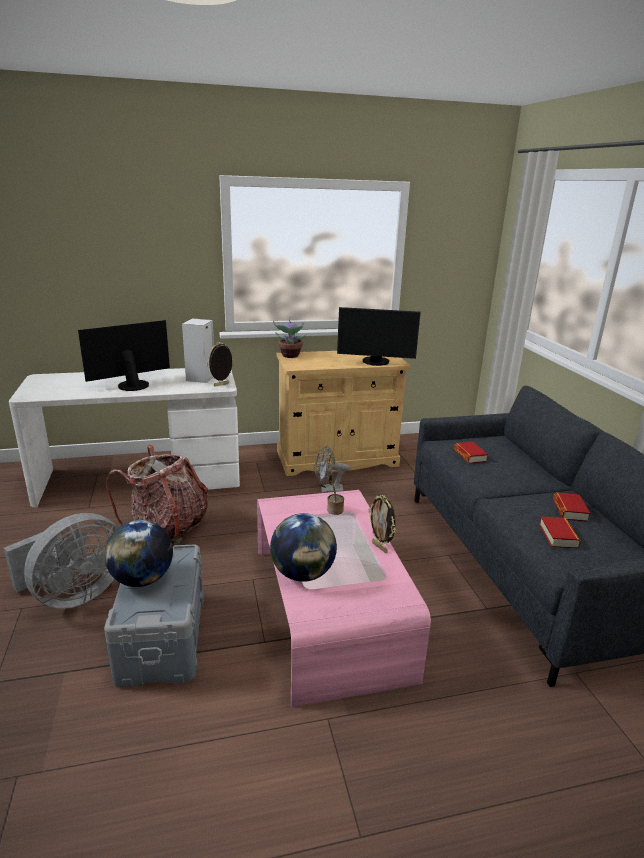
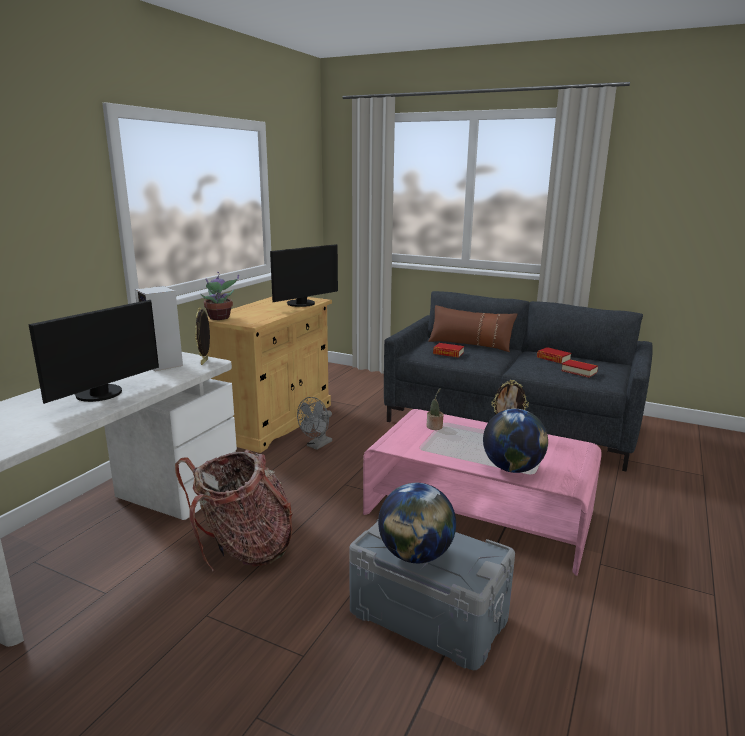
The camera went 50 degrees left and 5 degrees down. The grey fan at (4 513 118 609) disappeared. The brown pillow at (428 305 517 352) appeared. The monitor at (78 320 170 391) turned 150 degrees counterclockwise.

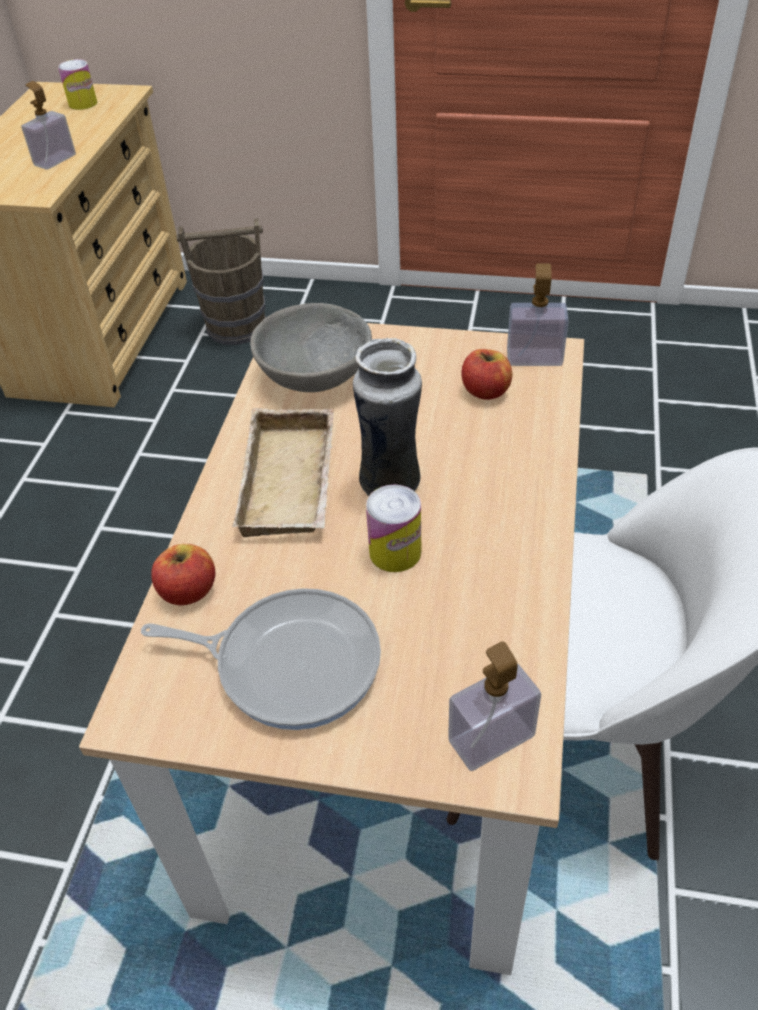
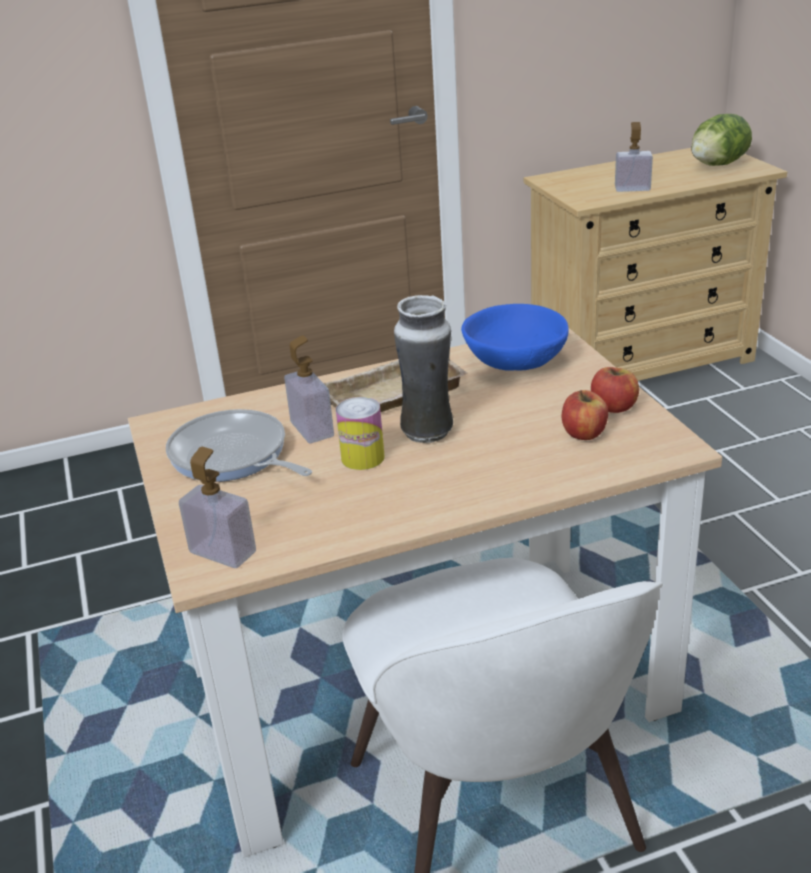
The camera went 60 degrees right and 15 degrees down. The brown bucket at (176 218 266 345) disappeared. The apple moved from (151 544 215 605) to (591 367 639 413). The soap dispenser moved from (507 263 569 366) to (284 335 334 443). The can at (58 59 97 110) was replaced by the lettuce at (691 114 752 166). The grey bowl at (250 303 372 392) became the blue bowl at (461 304 569 371). The frying pan at (141 588 381 730) turned 150 degrees clockwise.

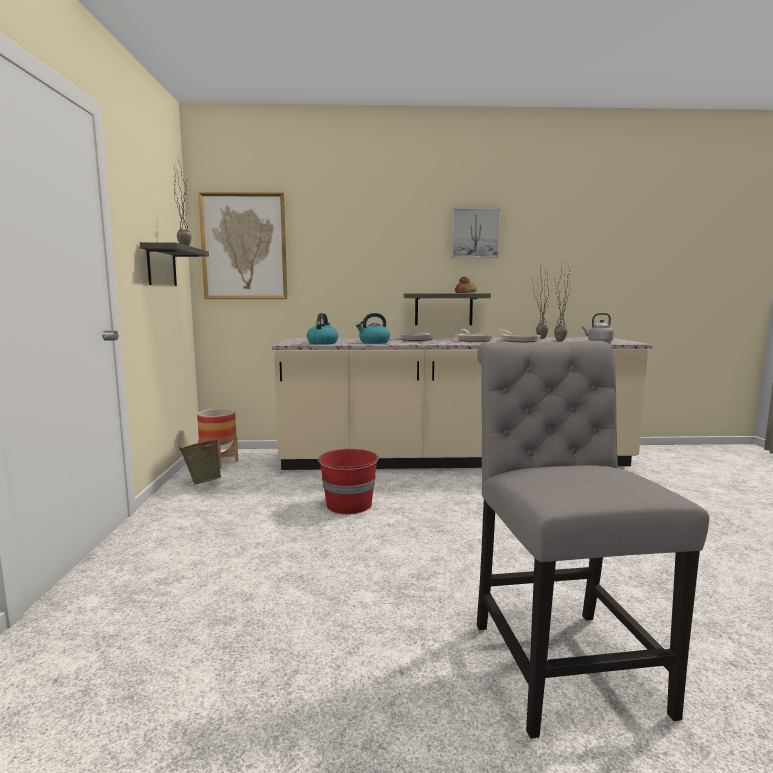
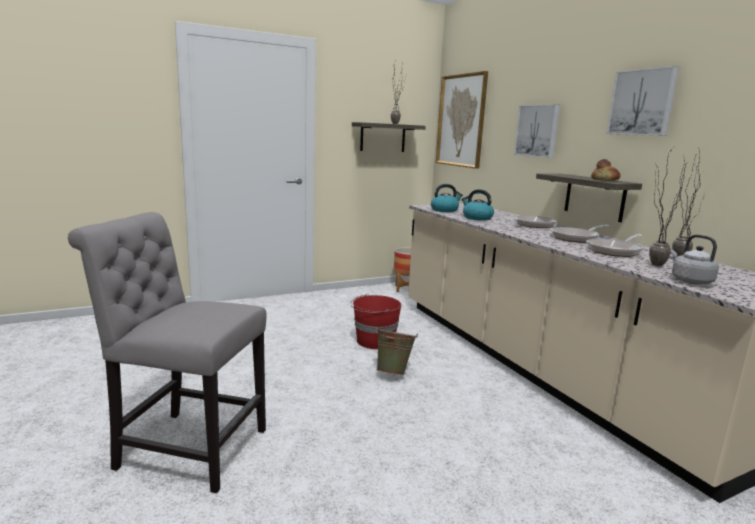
The camera went 65 degrees right and 5 degrees up. The picture at (514 104 560 158) appeared. The green bucket moved from (179 438 221 485) to (376 327 418 375). The grey chair at (477 341 709 738) turned 135 degrees counterclockwise.

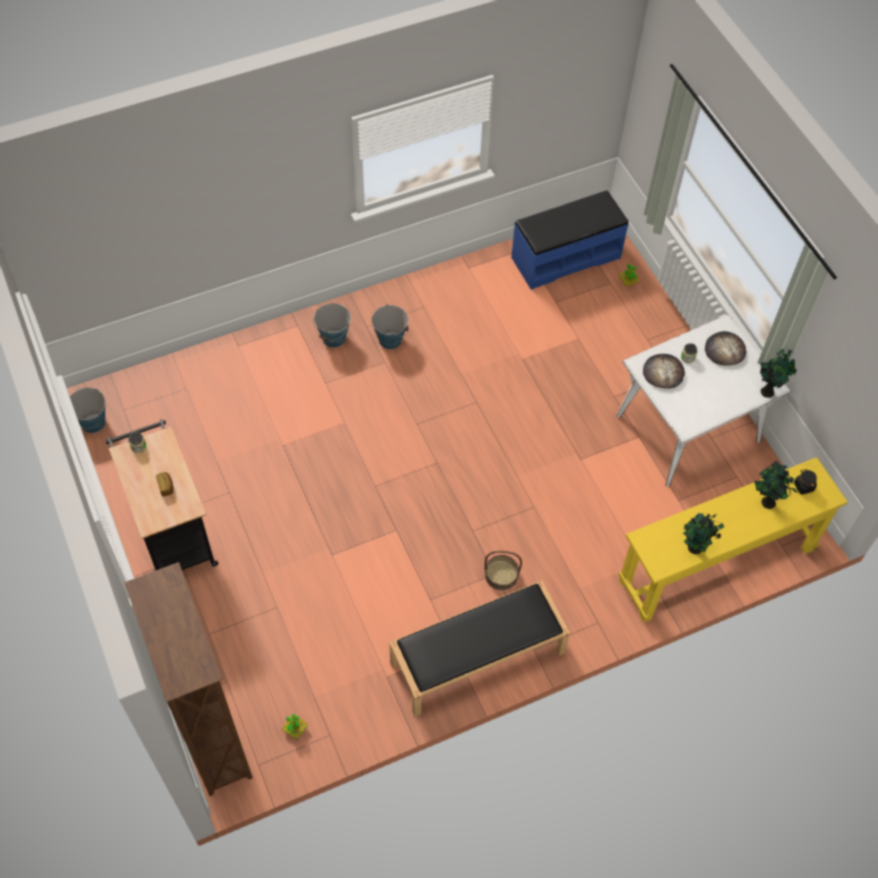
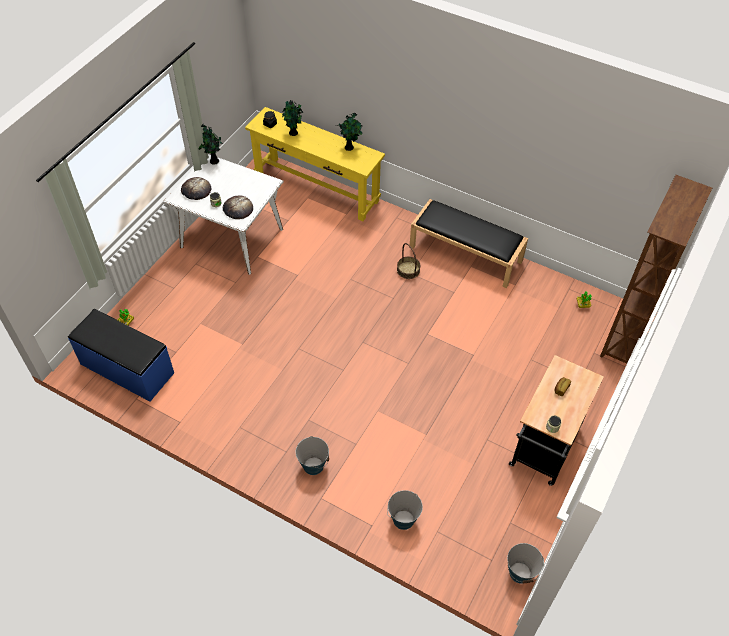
The camera went 125 degrees left and 5 degrees down. The bucket moved from (372 304 409 349) to (387 490 423 530).

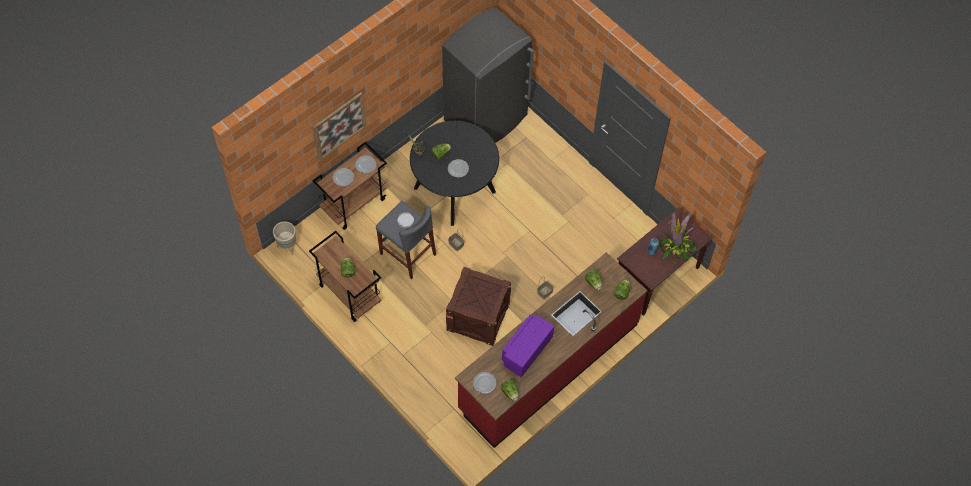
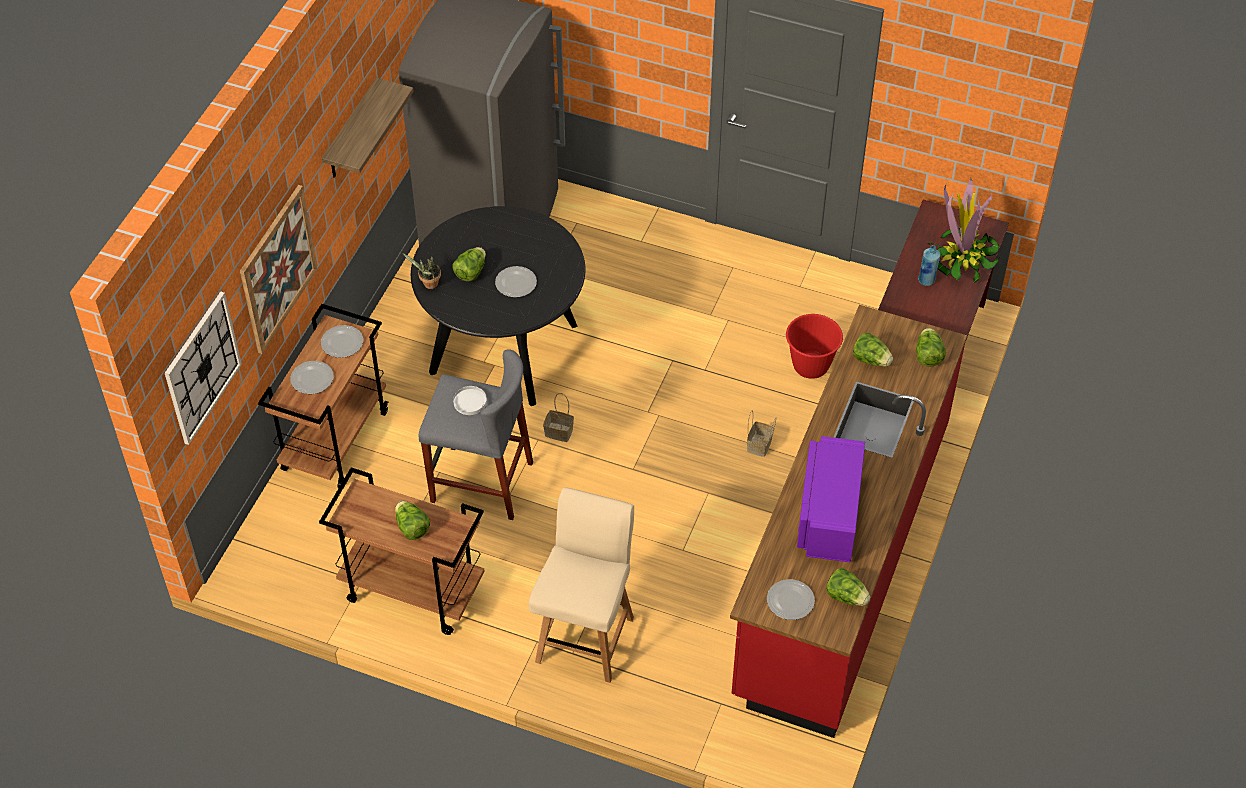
The camera went 25 degrees left and 10 degrees down. The beige planter at (273 221 296 256) disappeared. The crate at (446 267 511 346) disappeared. The wall clock at (165 291 242 445) appeared. The shelf at (322 78 414 178) appeared. The beige chair at (529 487 634 683) appeared. The red bucket at (785 314 844 379) appeared.

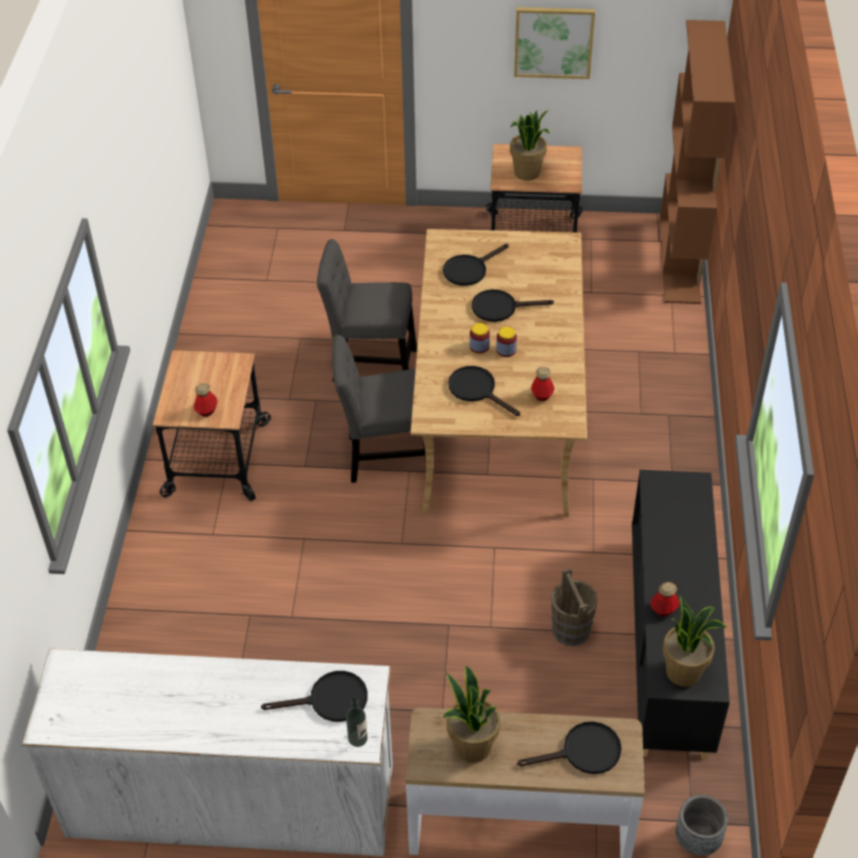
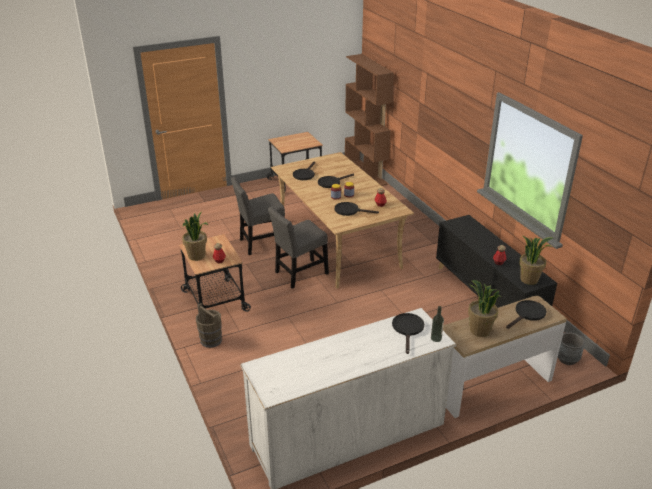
The camera went 30 degrees left and 15 degrees down. The picture at (514 7 595 79) disappeared. The potted plant moved from (510 109 550 181) to (182 212 208 261). The brown bucket moved from (551 568 598 646) to (196 303 222 348). The black frying pan at (261 671 368 722) turned 45 degrees counterclockwise.

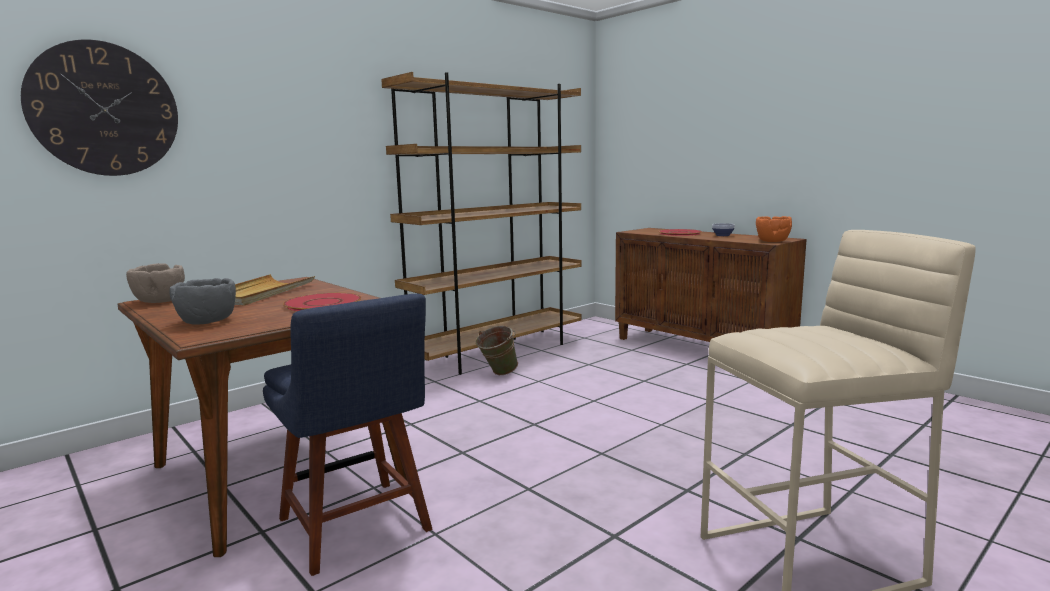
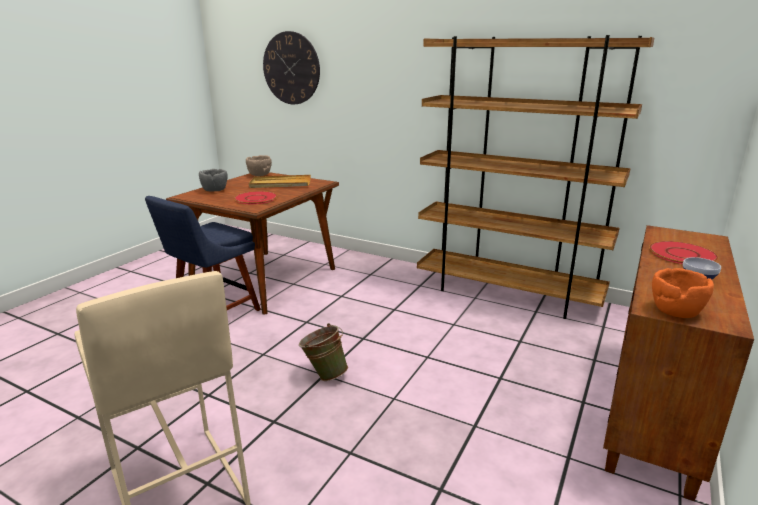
The camera went 70 degrees right and 10 degrees up. The green bucket moved from (476 326 518 375) to (299 323 348 381).

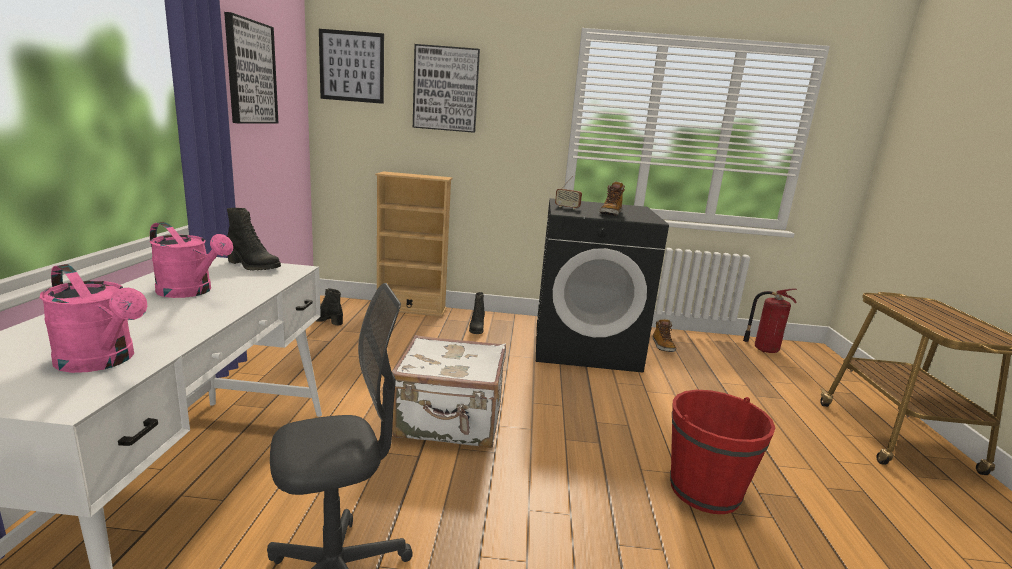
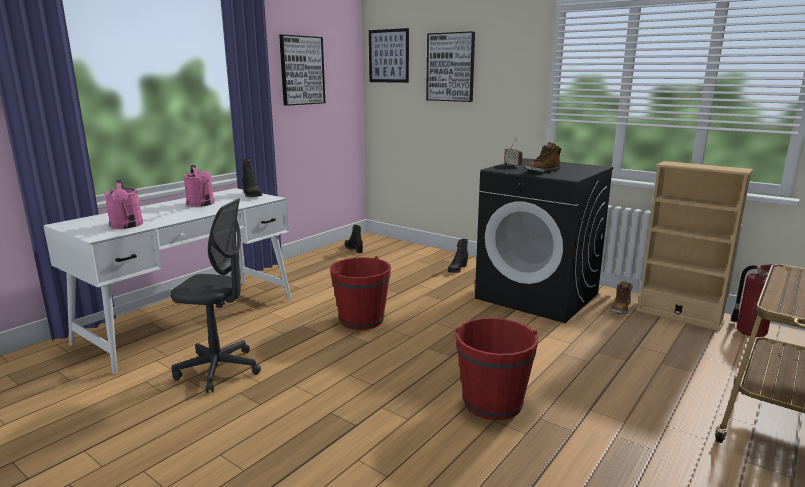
The camera went 35 degrees right and 0 degrees up. The beige bookcase moved from (375 171 452 317) to (636 161 753 331). The white suitcase at (392 335 506 448) was replaced by the red bucket at (330 256 391 330).

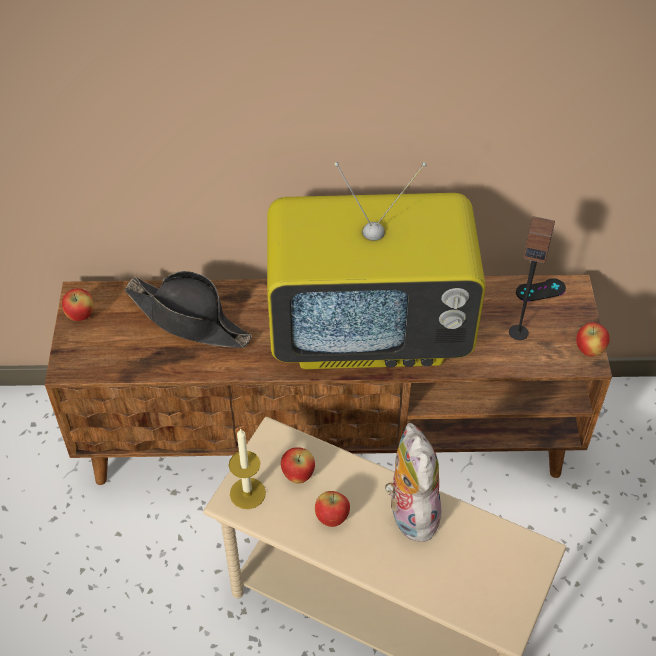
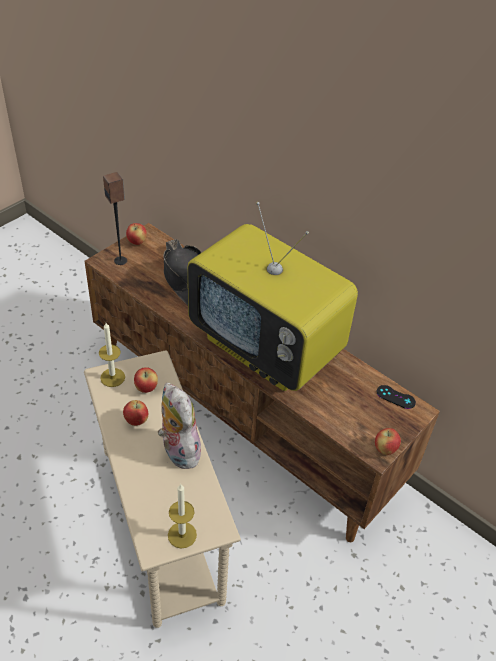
The camera went 40 degrees right and 5 degrees down. The candle at (168 484 197 548) appeared. The speaker moved from (509 216 555 340) to (103 172 127 265). The plush toy at (385 423 441 542) turned 60 degrees counterclockwise.

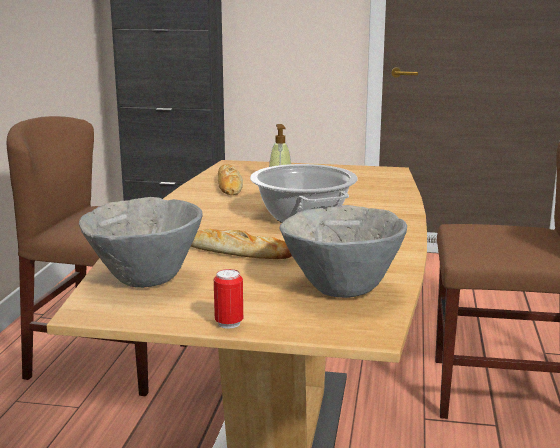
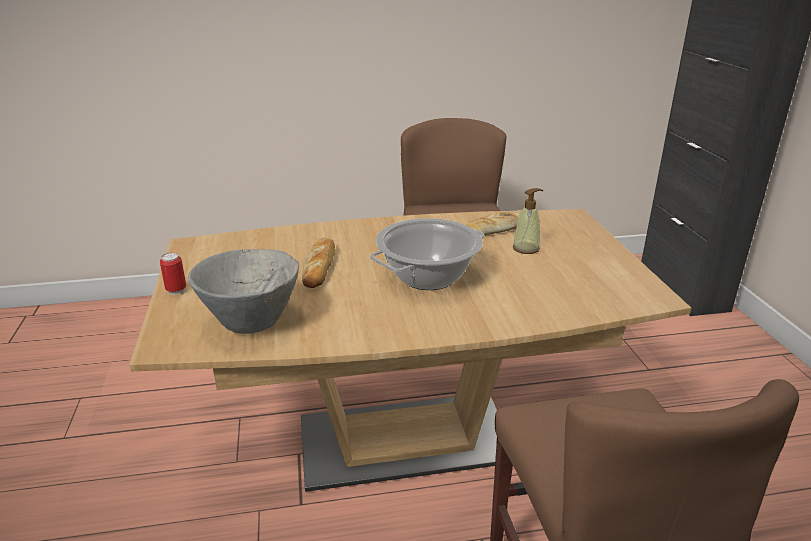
The camera went 70 degrees right and 10 degrees up. The grey bowl at (79 197 203 288) disappeared.

